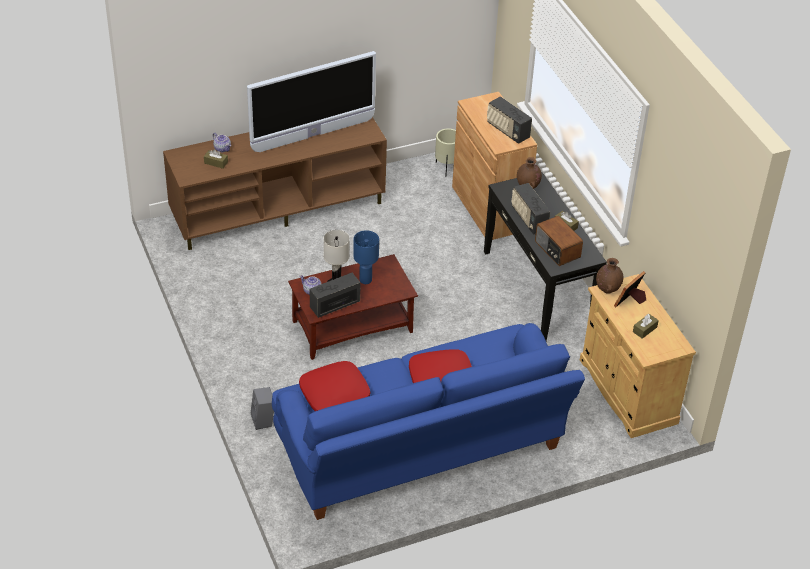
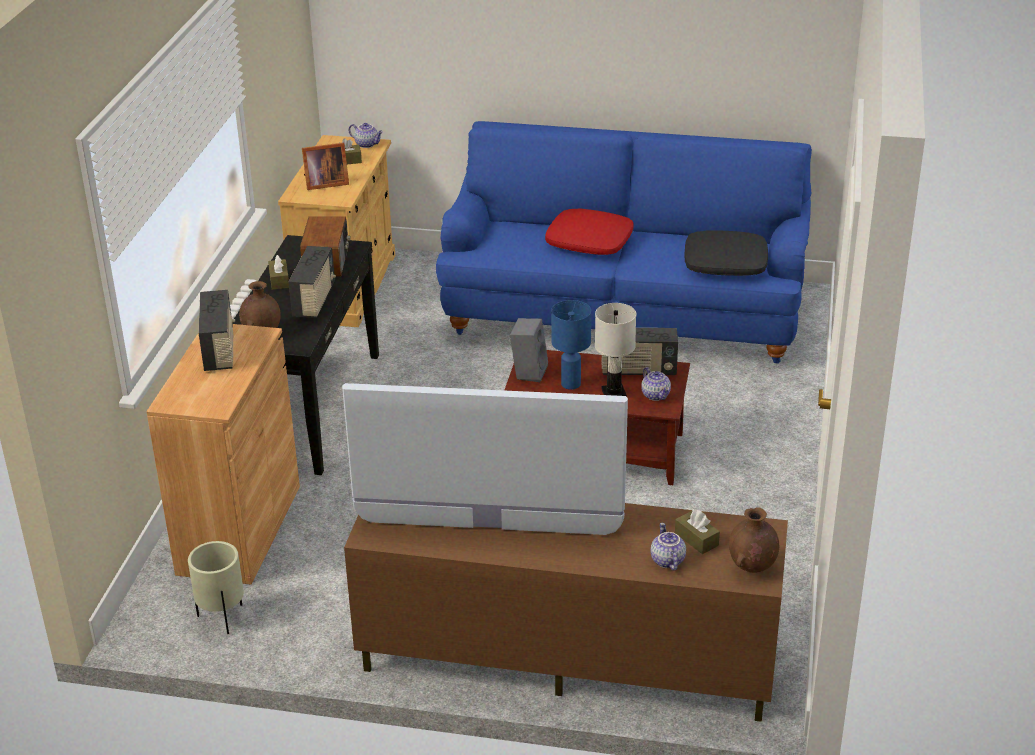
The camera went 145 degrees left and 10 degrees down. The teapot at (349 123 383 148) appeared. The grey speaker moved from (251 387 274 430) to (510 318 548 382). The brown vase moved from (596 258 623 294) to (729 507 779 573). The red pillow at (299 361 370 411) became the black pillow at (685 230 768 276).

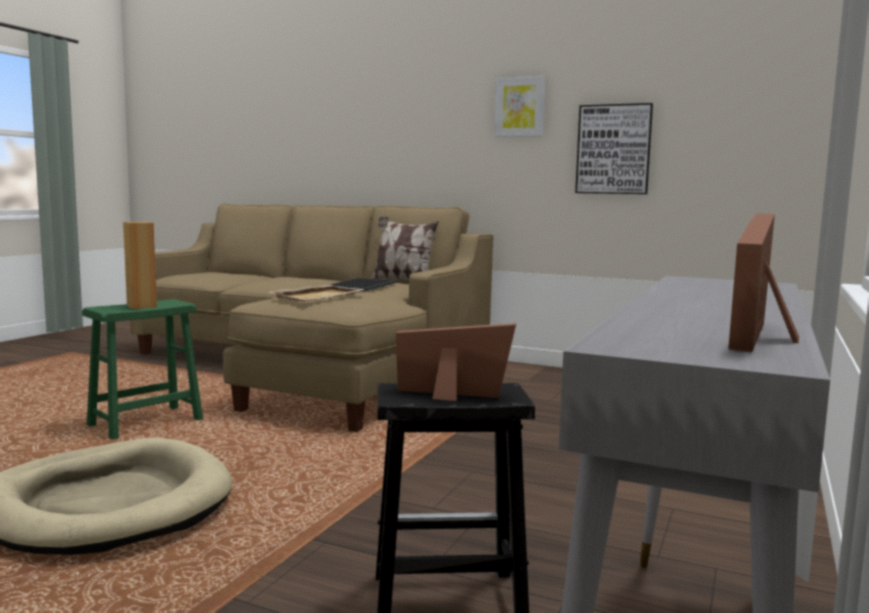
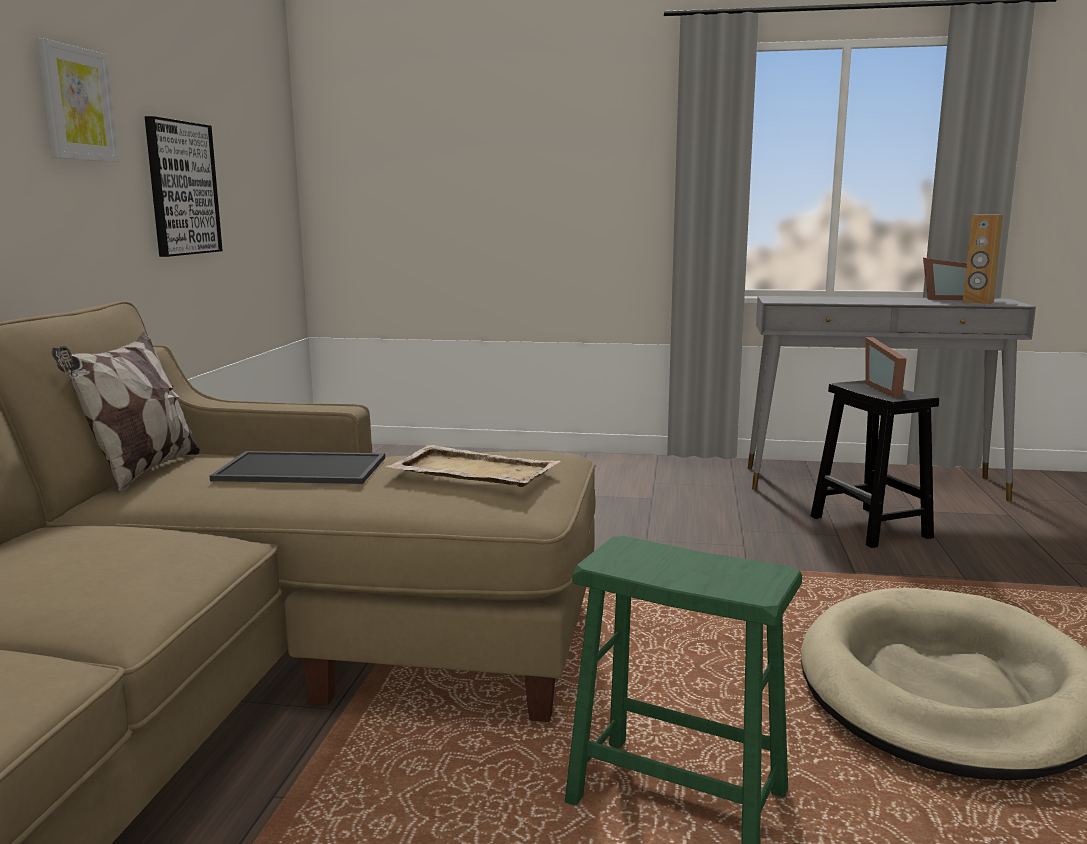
The camera went 105 degrees left and 5 degrees up. The brown speaker moved from (123 222 157 309) to (963 214 1003 304).

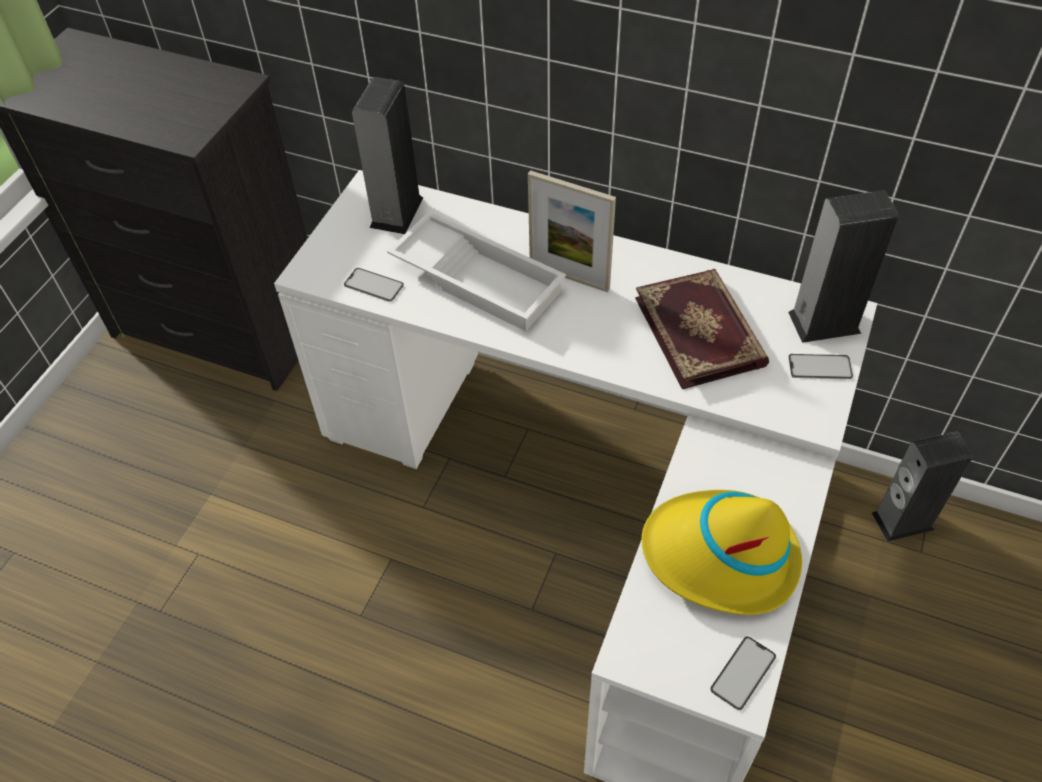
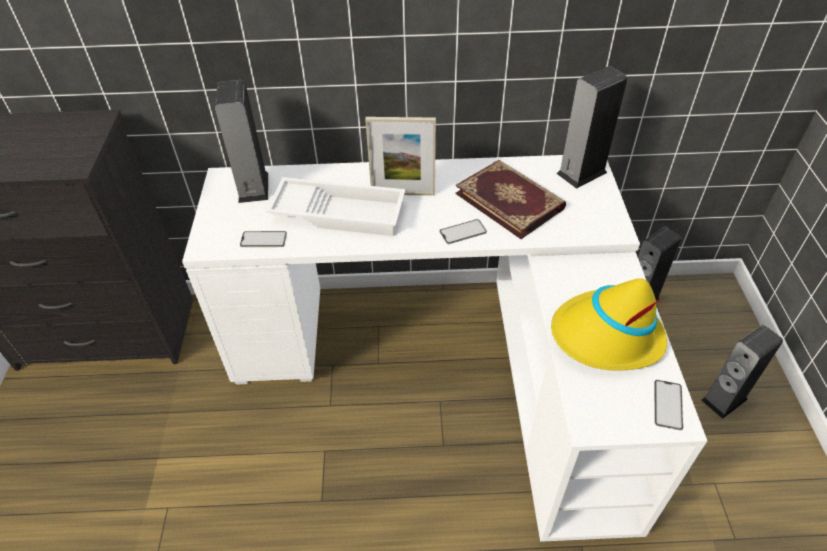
The camera went 25 degrees left and 5 degrees down. The speaker at (701 325 783 419) appeared. The phone moved from (788 354 853 379) to (439 219 487 244).

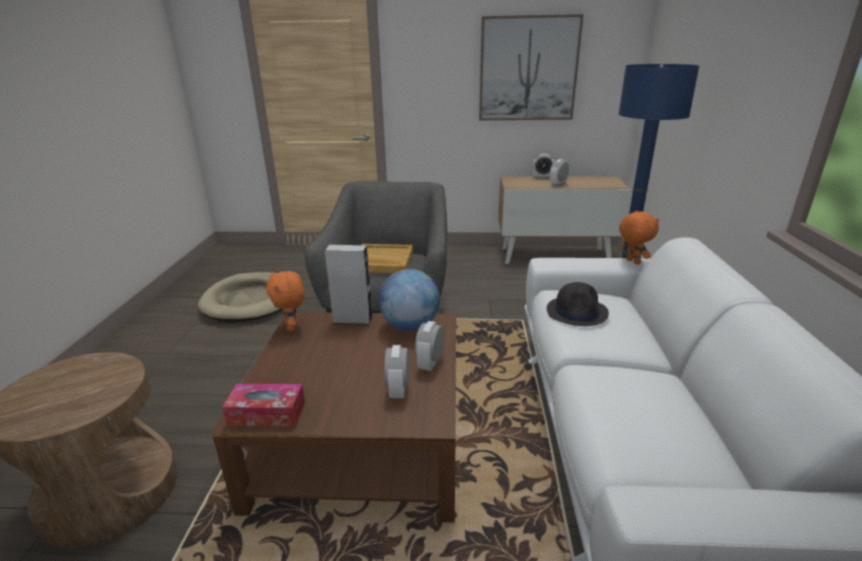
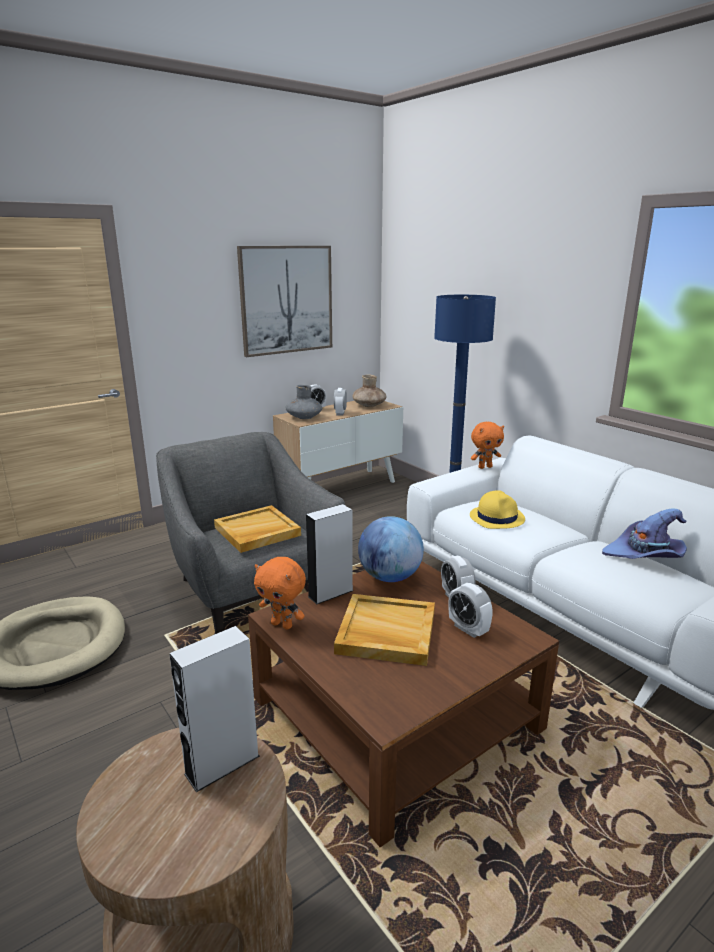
The camera went 40 degrees left and 5 degrees down. The tissue box at (222 384 305 426) disappeared. The grey speaker at (170 626 260 792) appeared. The grey vase at (285 385 322 419) appeared. The beige tray at (334 594 435 666) appeared. The brown vase at (352 374 387 407) appeared. The purple hat at (602 508 687 559) appeared. The black hat at (547 282 609 326) became the yellow hat at (470 490 525 529). The orange plush toy at (619 210 659 265) turned 135 degrees clockwise.

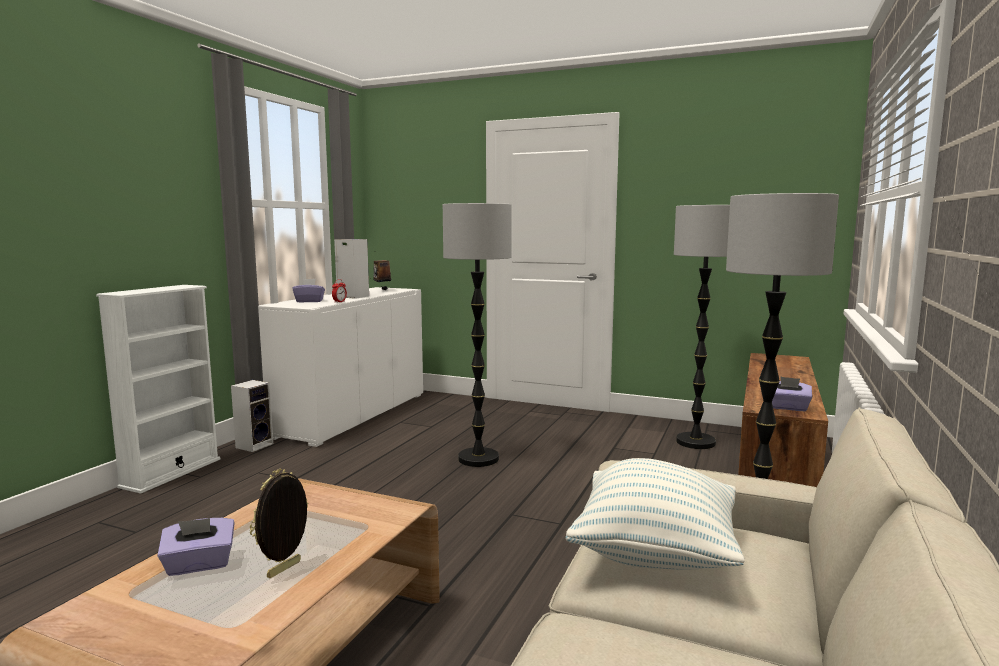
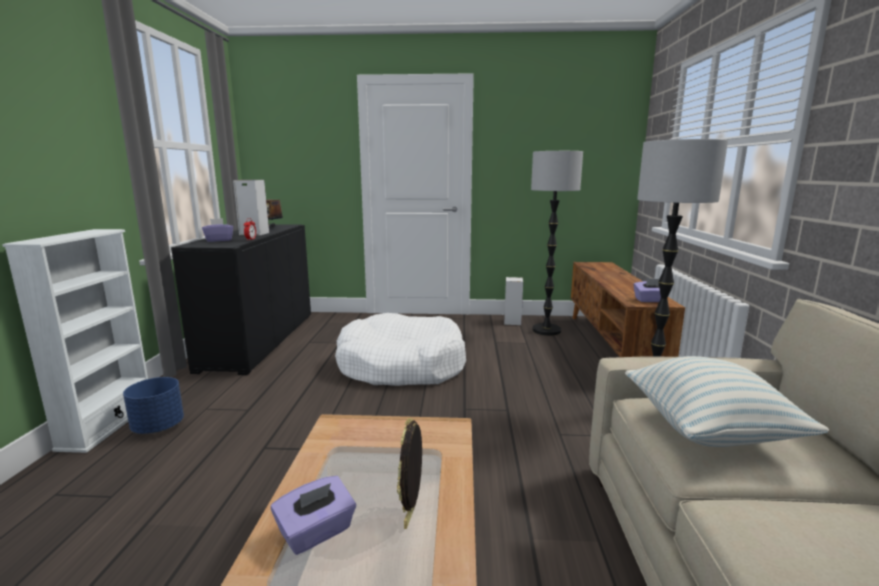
The camera went 20 degrees left and 5 degrees up. The blue planter at (123 377 184 434) appeared. The speaker moved from (231 380 273 452) to (504 277 523 325). The floor lamp at (443 203 512 467) was replaced by the white dog bed at (335 313 466 386). The white cabinet at (258 287 423 447) became the black cabinet at (171 224 311 375).

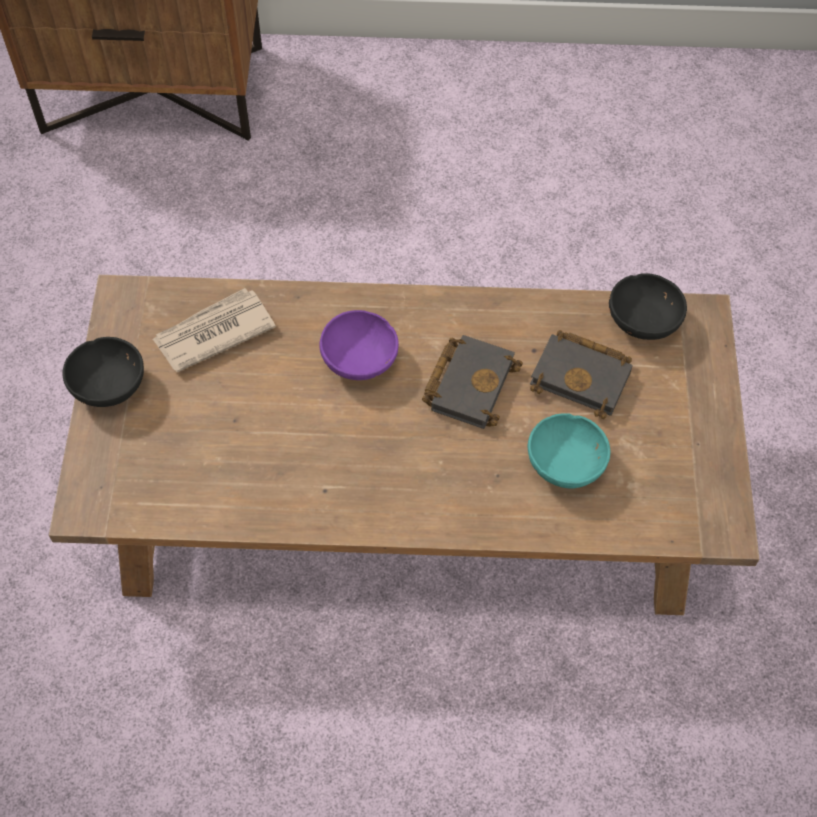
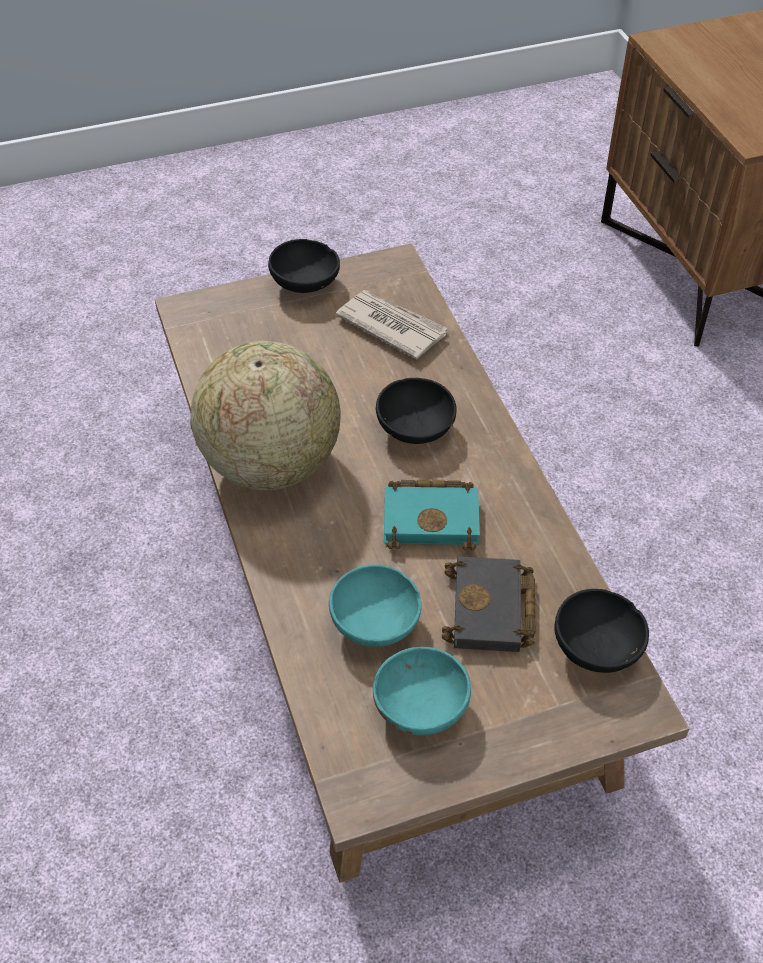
The camera went 70 degrees right and 10 degrees down. The globe at (191 340 341 490) appeared. The turquoise bowl at (373 647 471 735) appeared. The purple bowl at (320 310 399 380) became the black bowl at (376 378 457 444). The black book at (422 335 523 429) became the turquoise book at (384 480 480 550).

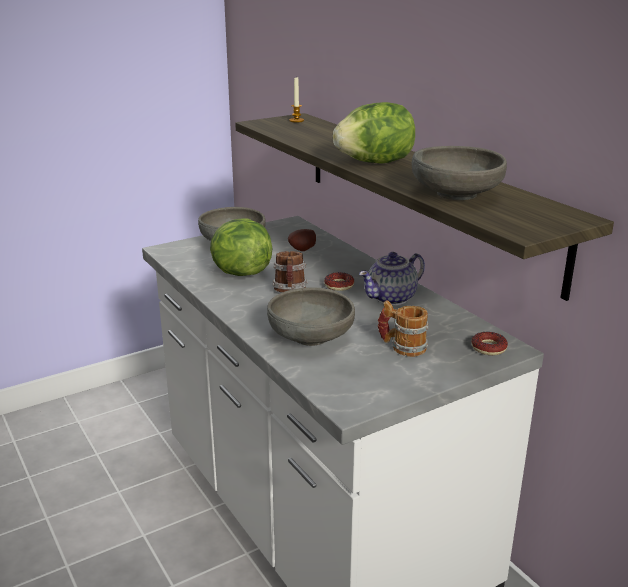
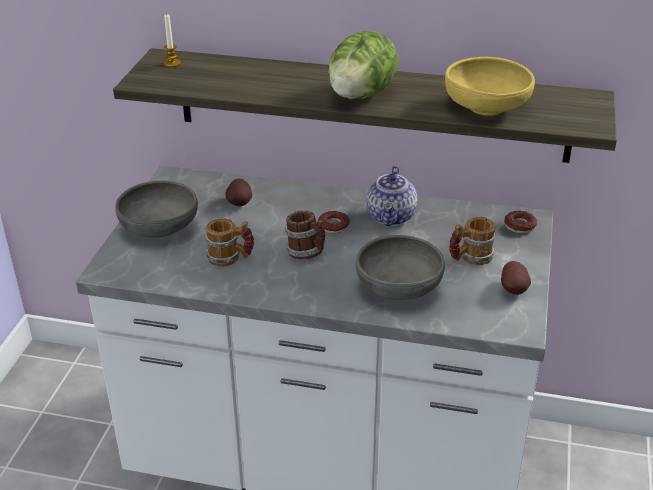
The camera went 45 degrees left and 10 degrees up. The potato at (501 261 531 295) appeared. The lettuce at (210 218 272 276) was replaced by the mug at (205 219 254 267). The grey bowl at (412 146 507 200) became the yellow bowl at (445 57 535 116).

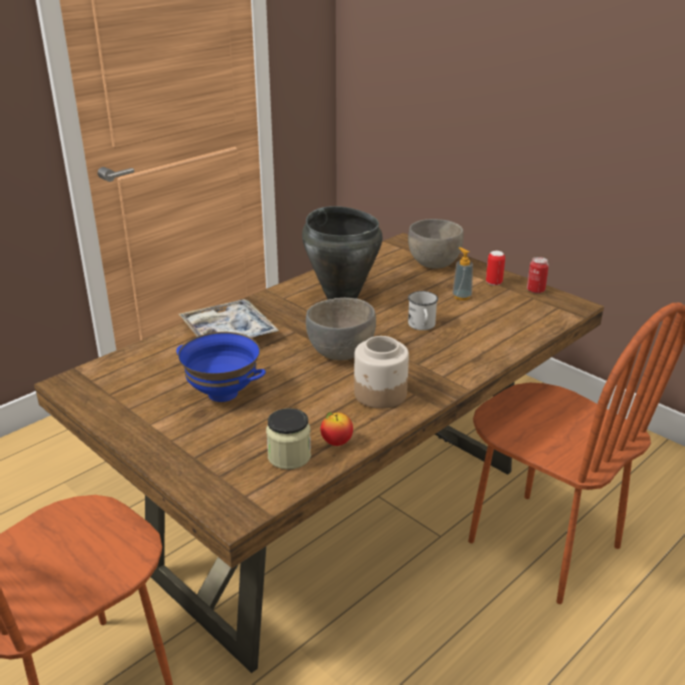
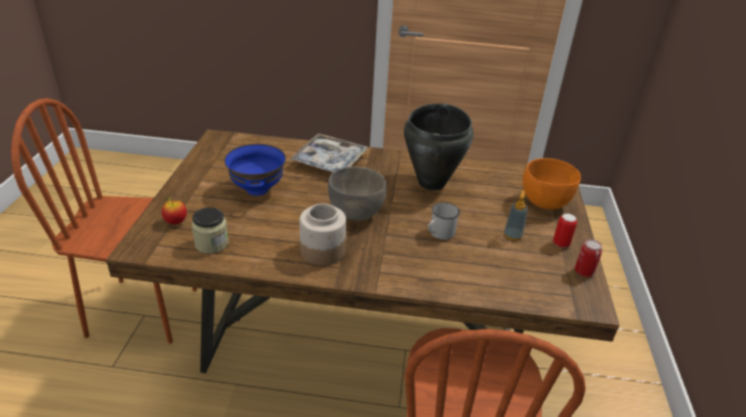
The camera went 50 degrees right and 5 degrees up. The apple moved from (321 412 353 446) to (162 196 187 224). The grey bowl at (408 219 464 269) became the orange bowl at (523 158 581 209).

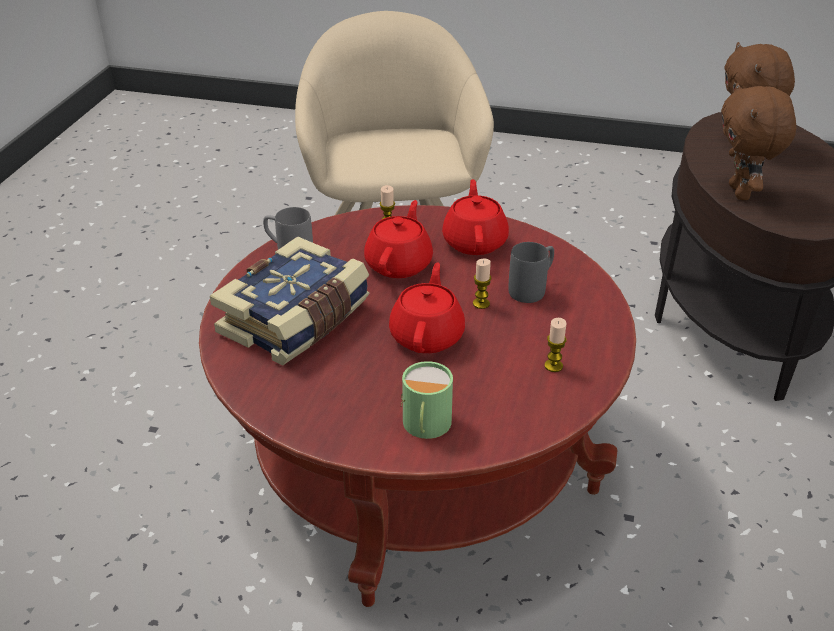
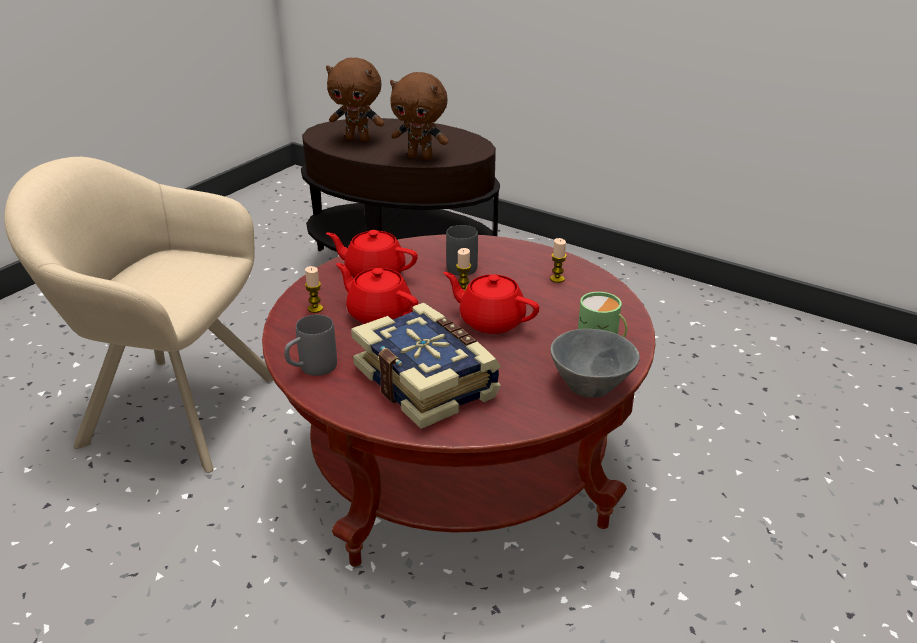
The camera went 70 degrees left and 5 degrees down. The grey bowl at (551 329 640 398) appeared.

